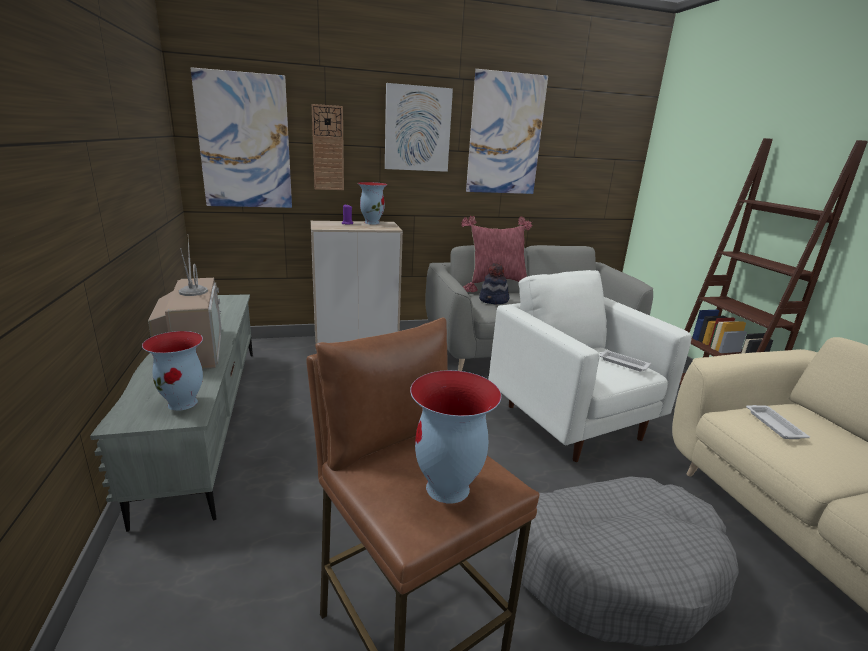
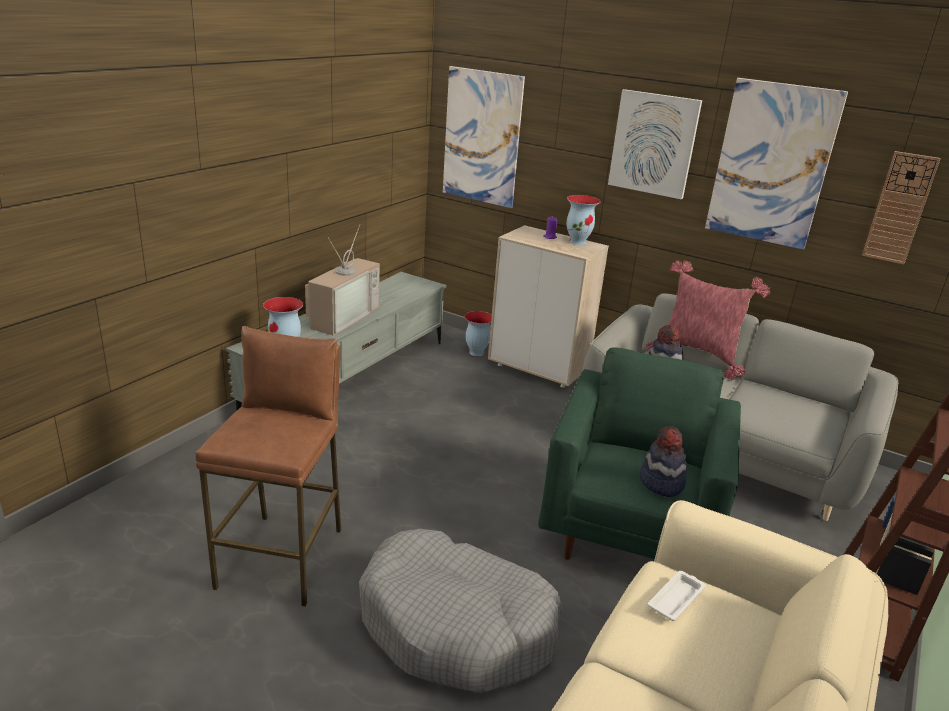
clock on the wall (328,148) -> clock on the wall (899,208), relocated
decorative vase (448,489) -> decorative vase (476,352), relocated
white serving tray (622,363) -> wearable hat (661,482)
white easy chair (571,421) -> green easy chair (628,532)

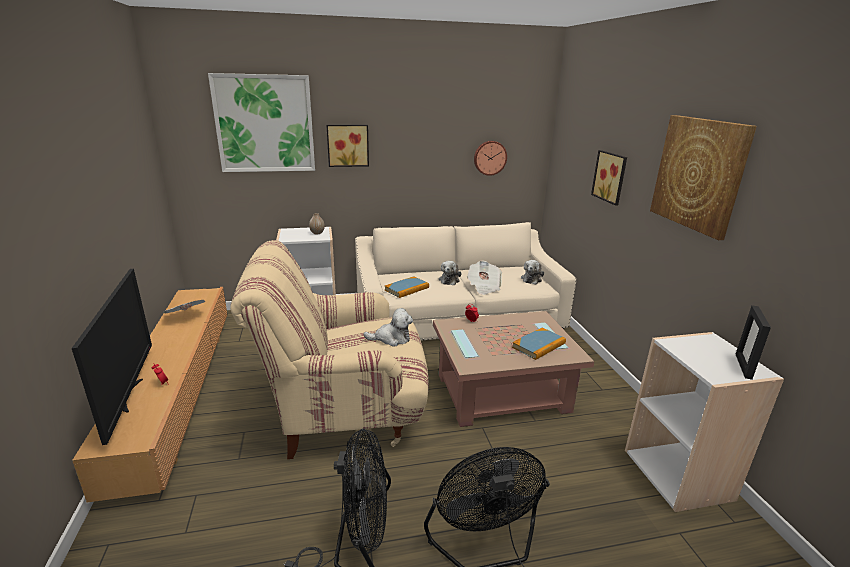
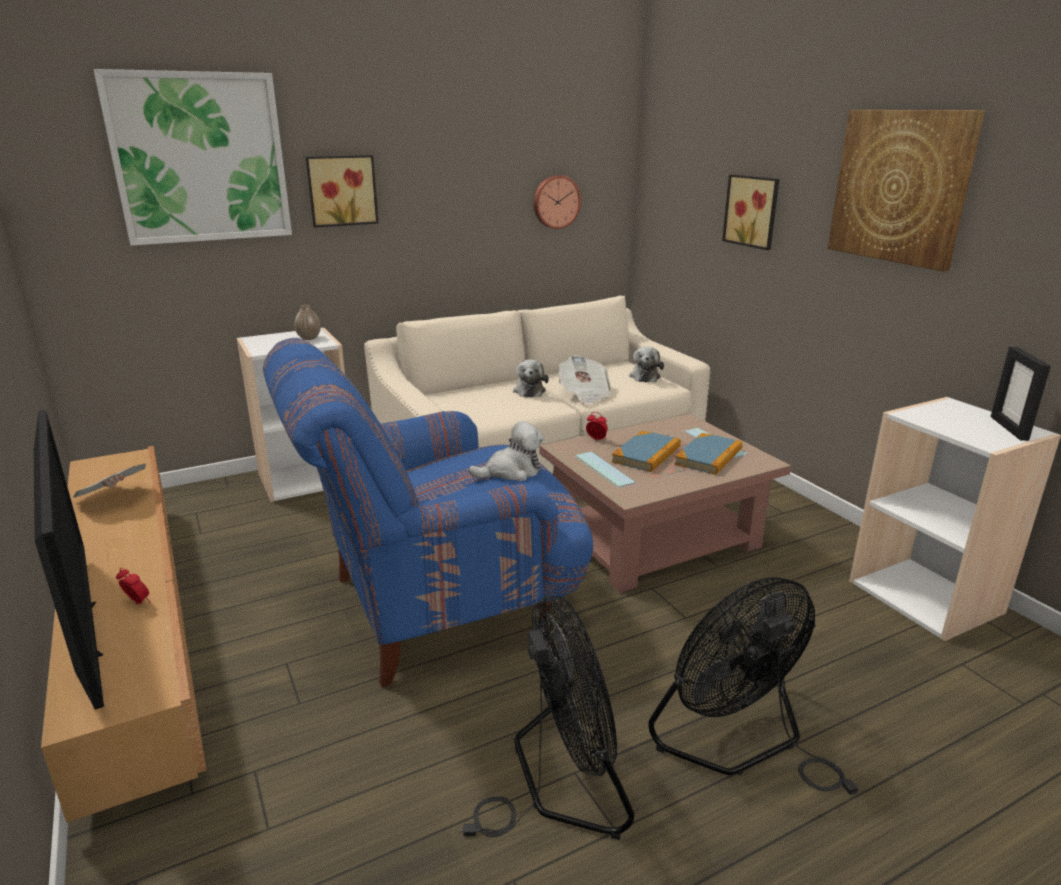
book (407,289) -> book (646,454), relocated
beige-coloured easy chair (343,413) -> blue easy chair (436,607)

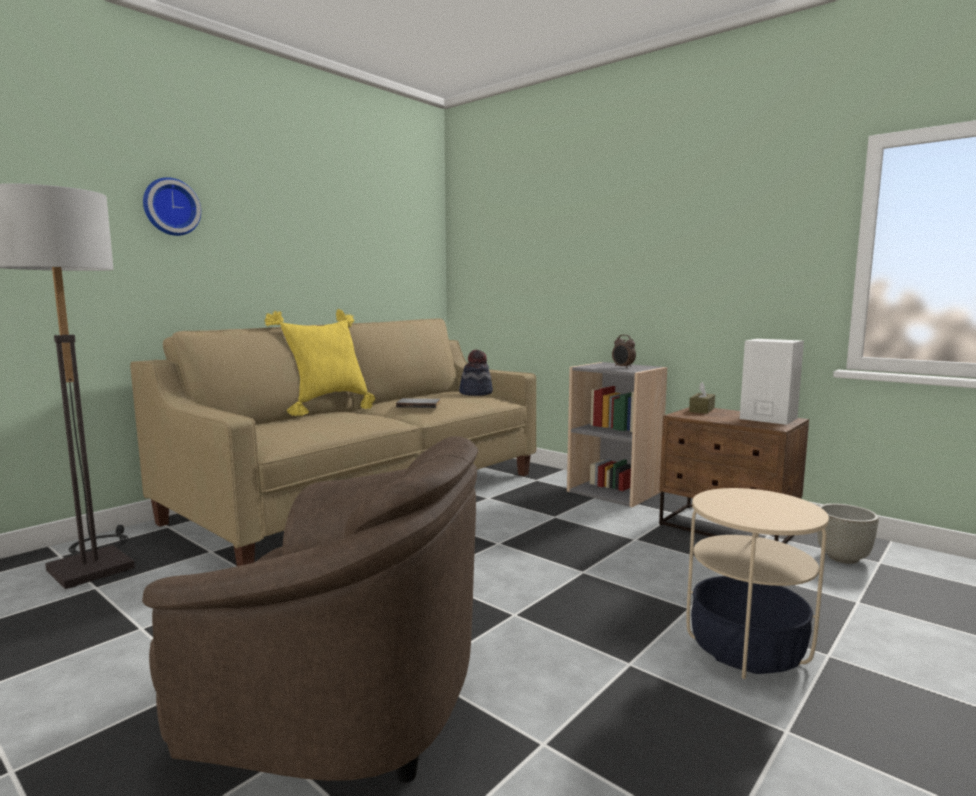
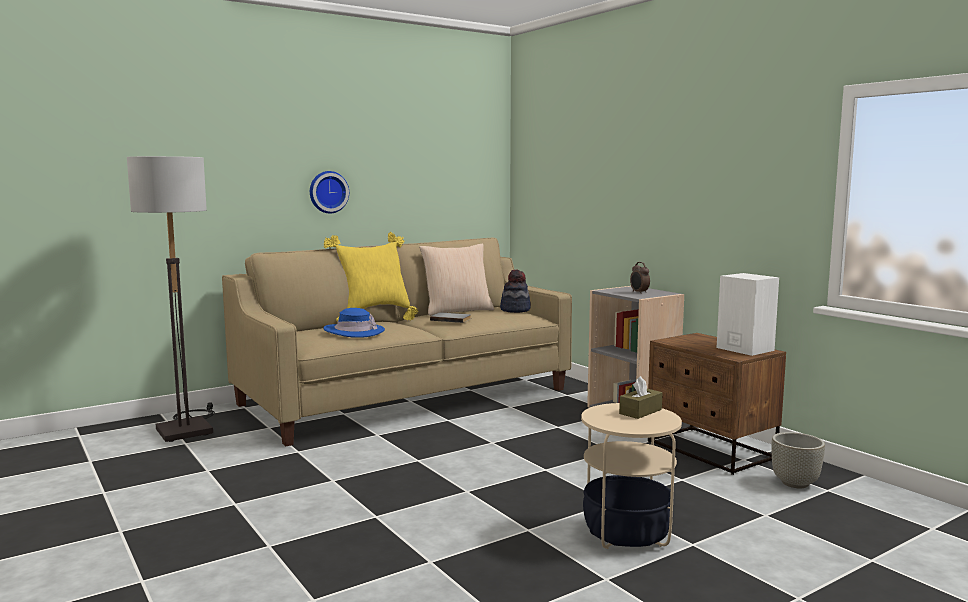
brown easy chair (339,707) -> none
none -> blue wearable hat (354,331)
none -> beige-coloured throw pillow (457,311)
clock on the wall (170,207) -> clock on the wall (328,192), relocated
brown box of tissues (701,410) -> brown box of tissues (640,411), relocated

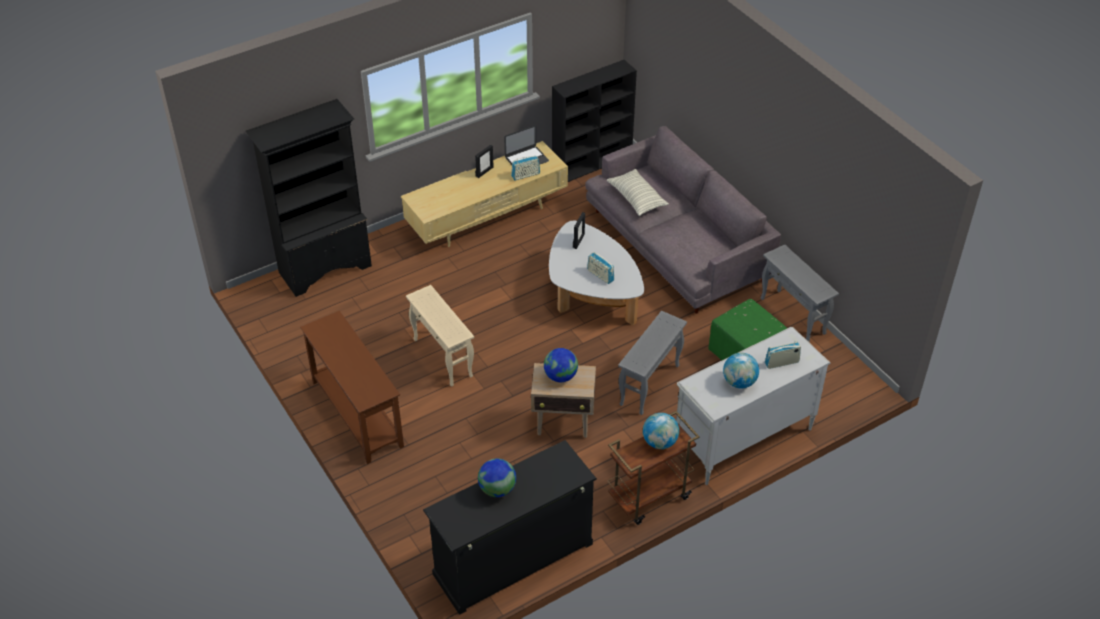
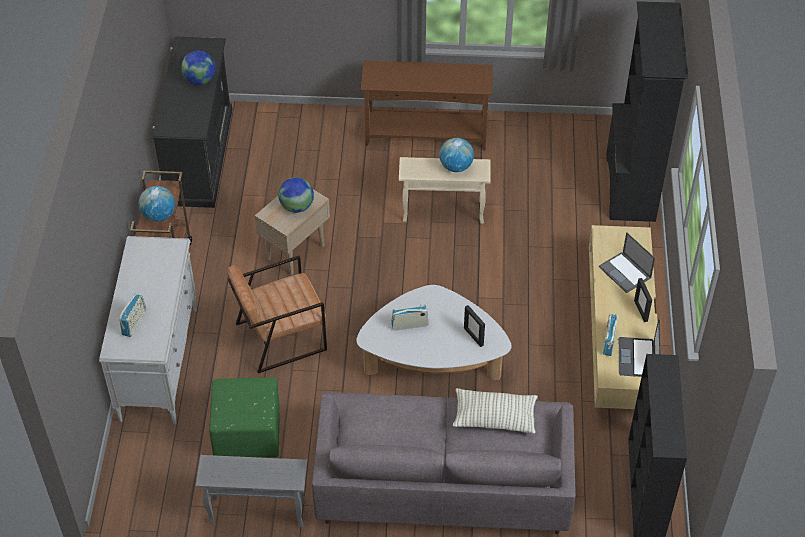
none -> laptop (625,272)
desk globe (739,382) -> desk globe (456,166), relocated
greyish side table (649,385) -> brown easy chair (280,336)

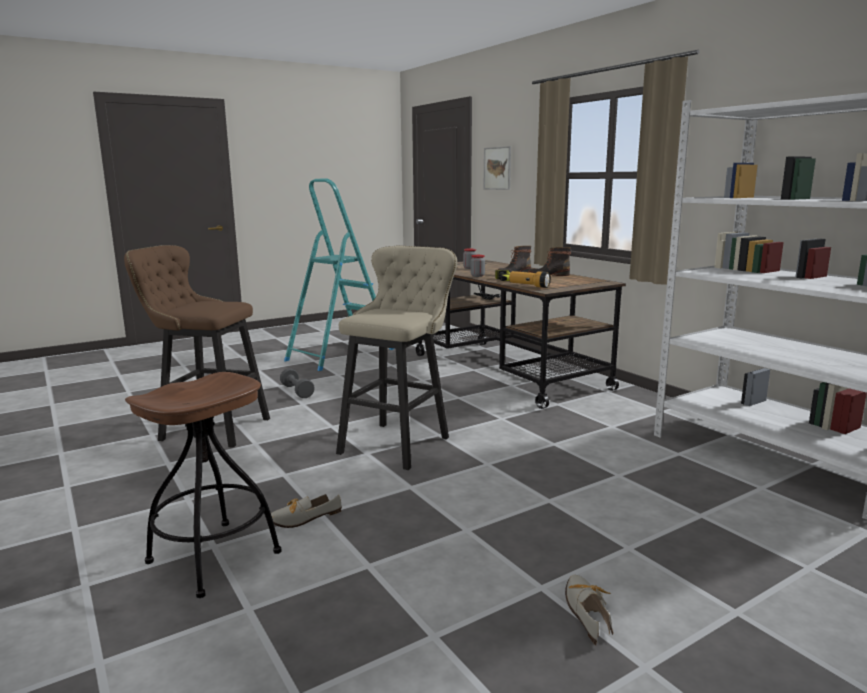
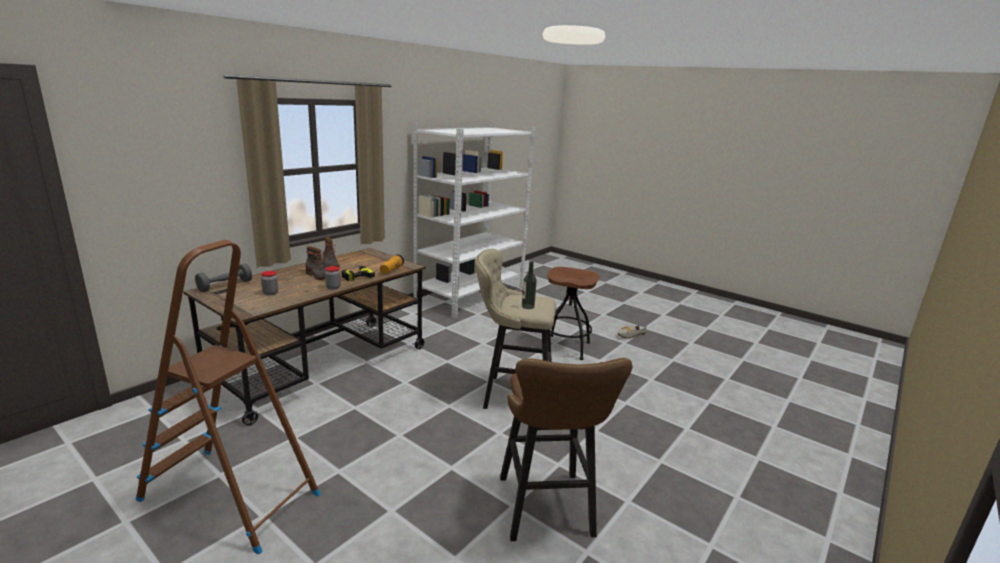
item of footwear (300,519) -> none
wall art (497,168) -> none
none -> bottle (528,306)
brown stool (213,557) -> brown stool (566,347), relocated
greyish free weight (297,391) -> greyish free weight (225,286), relocated
blue-green step stool (341,354) -> brown step stool (228,496)

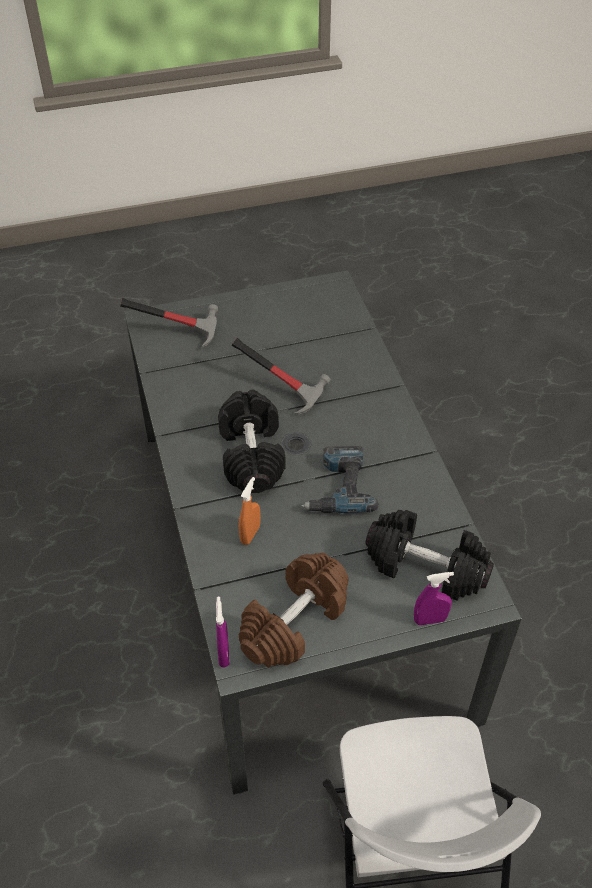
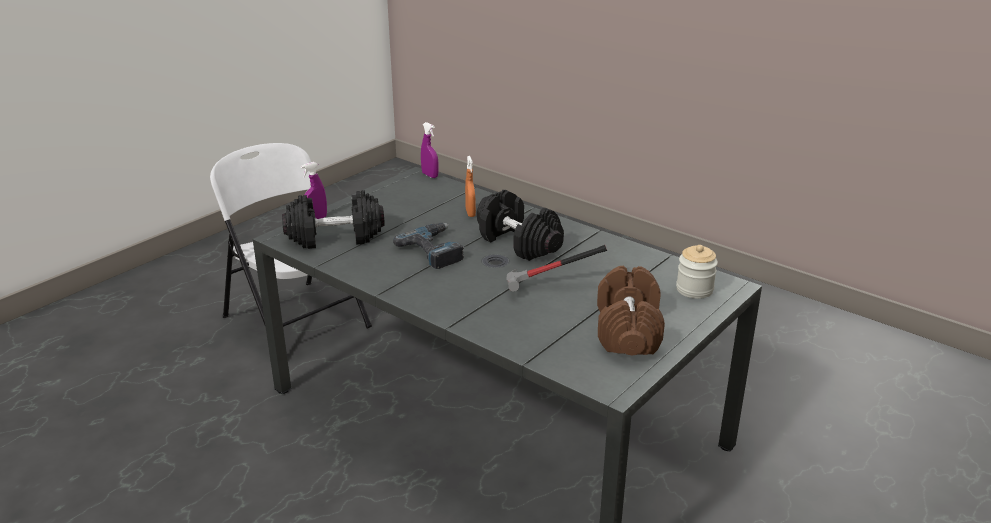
brown free weight (295,623) -> brown free weight (627,330), relocated
hand hammer (178,329) -> jar (694,289)

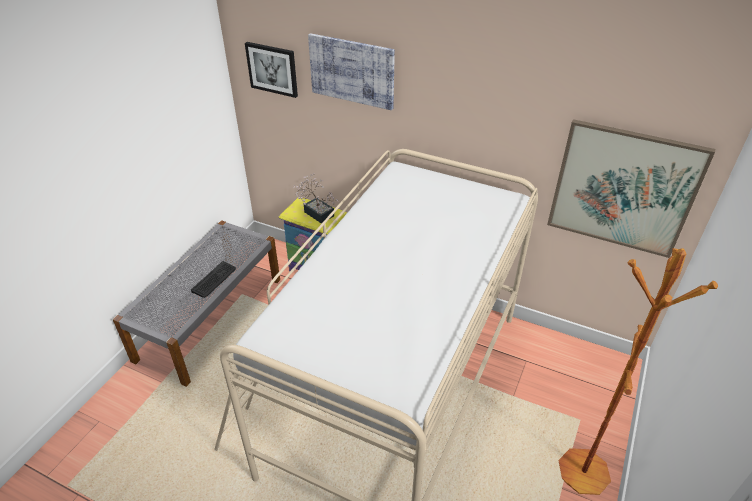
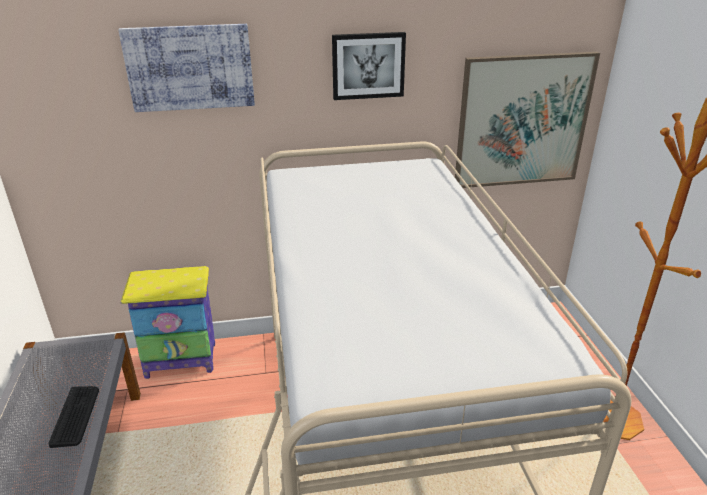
plant in a pot (317,212) -> none
wall art (272,69) -> wall art (368,65), relocated

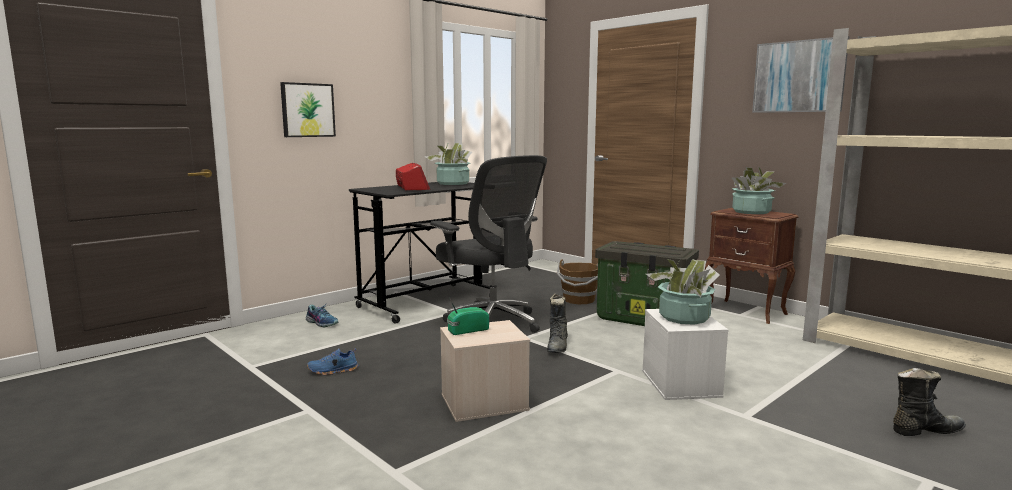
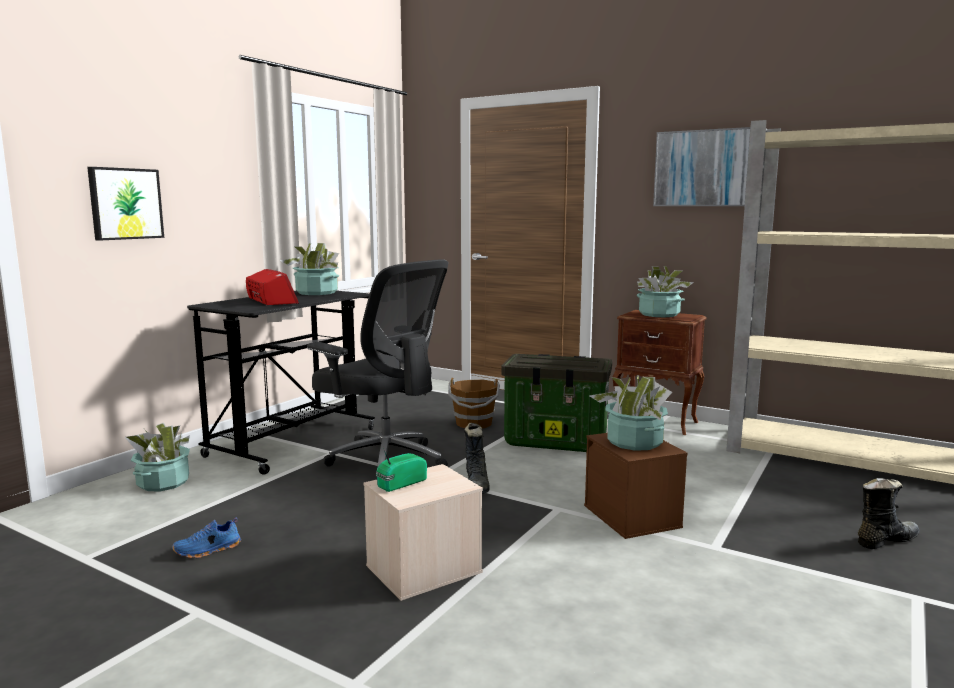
item of footwear (322,323) -> plant in a pot (163,483)
white storage box (682,384) -> brown storage box (633,516)

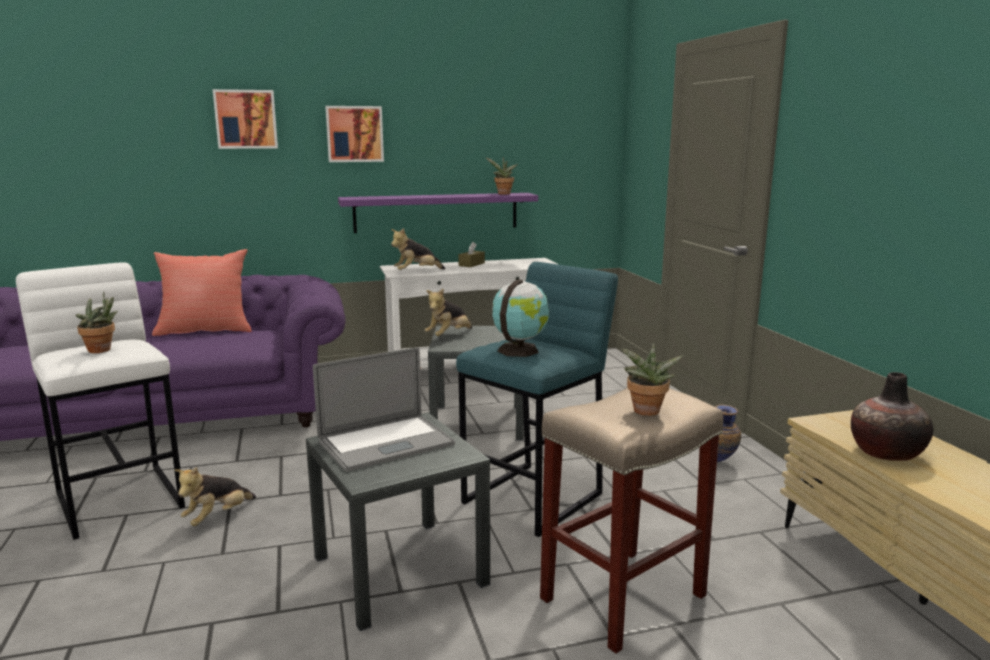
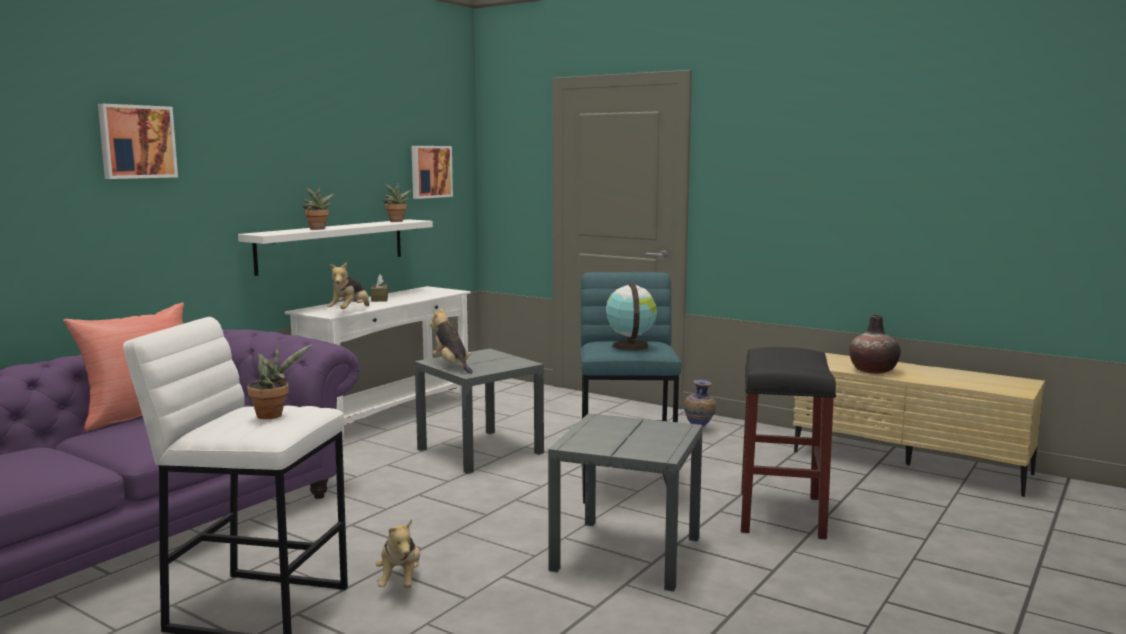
laptop (386,443) -> none
wall art (354,134) -> wall art (430,171), relocated
plant in a pot (646,412) -> plant in a pot (317,229), relocated
purple-coloured bracket shelf (436,212) -> white bracket shelf (332,245)
beige-coloured stool (622,598) -> blackish stool (782,515)
plush toy (449,336) -> plush toy (452,366), 150 degrees clockwise

